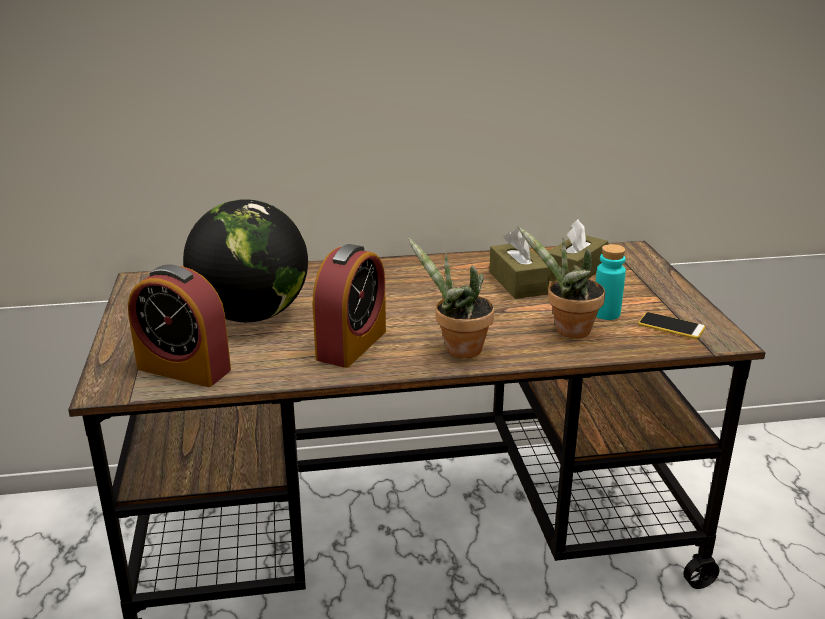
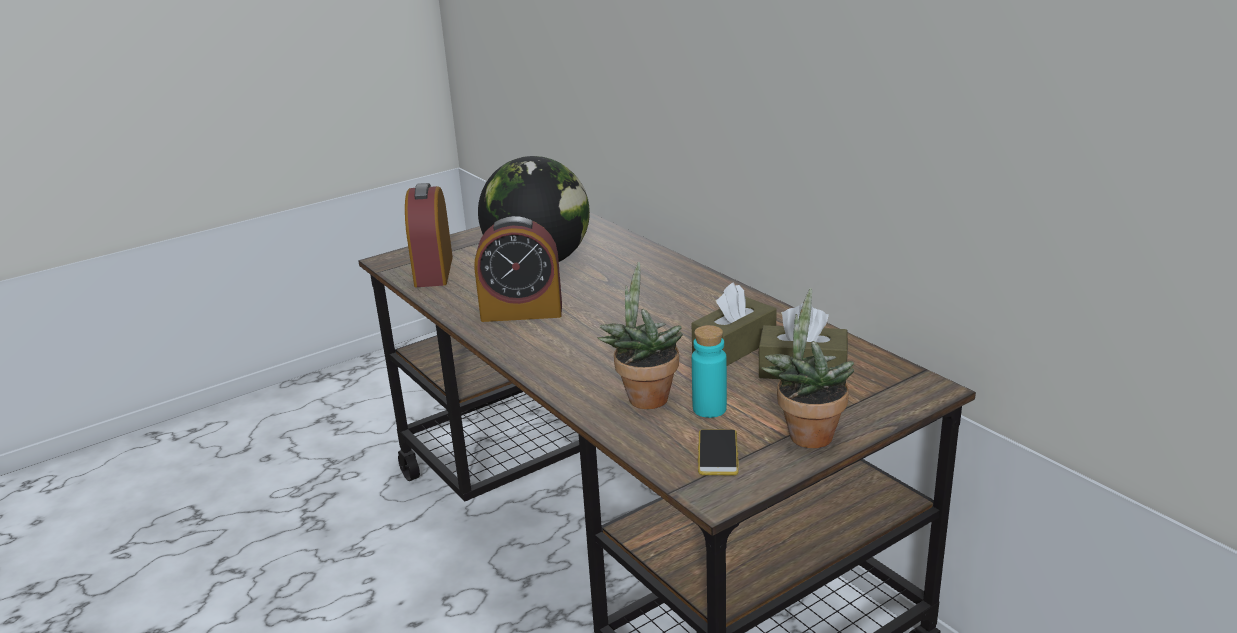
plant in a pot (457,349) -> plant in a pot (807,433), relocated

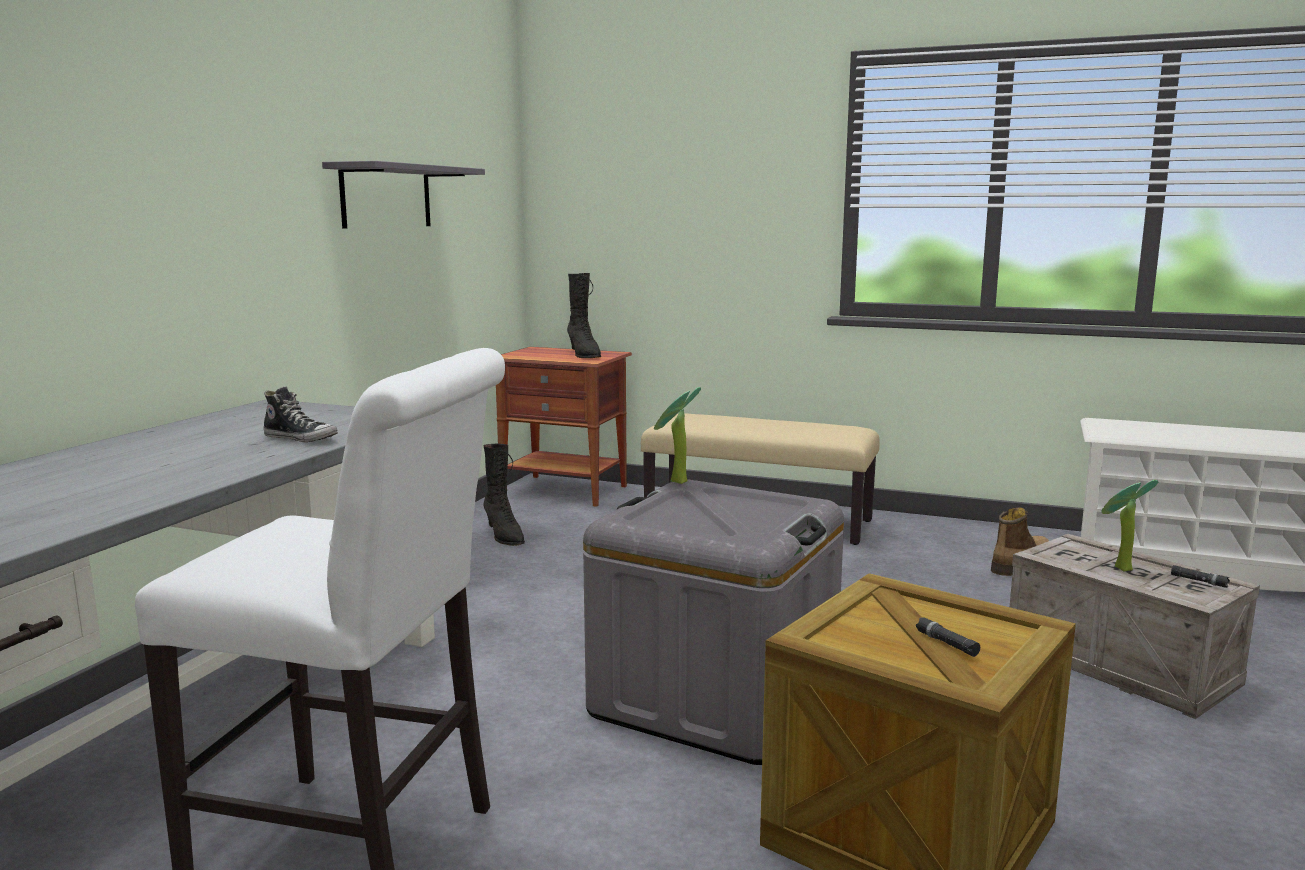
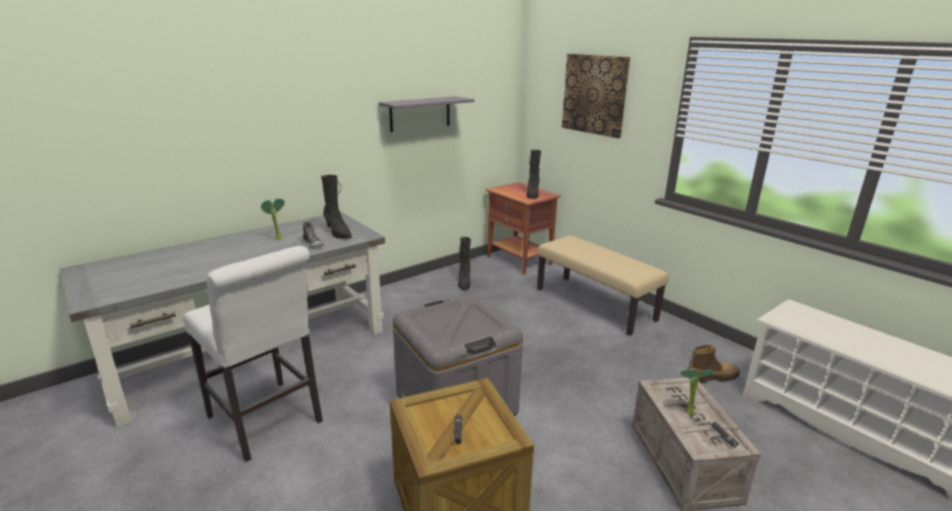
none -> blackish high-top boot (338,233)
none -> wall art (594,94)
plant in a pot (675,482) -> plant in a pot (277,238), relocated

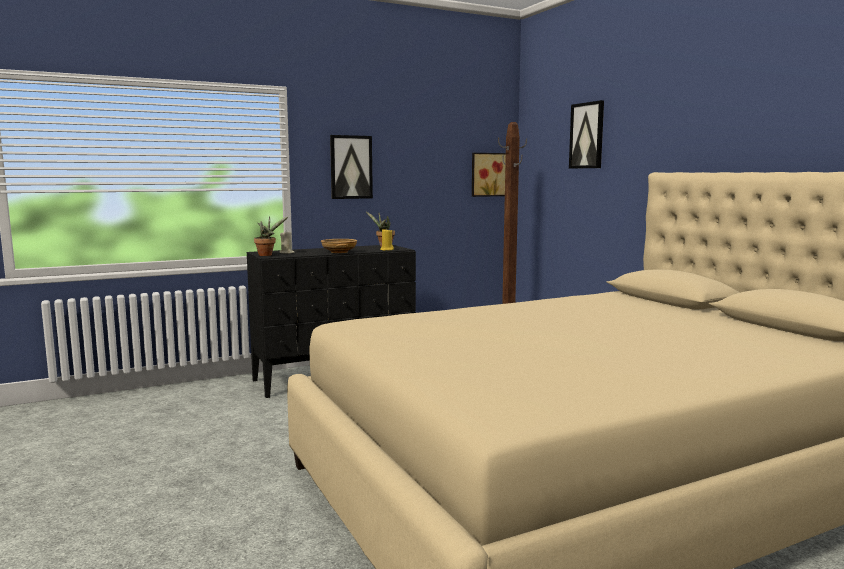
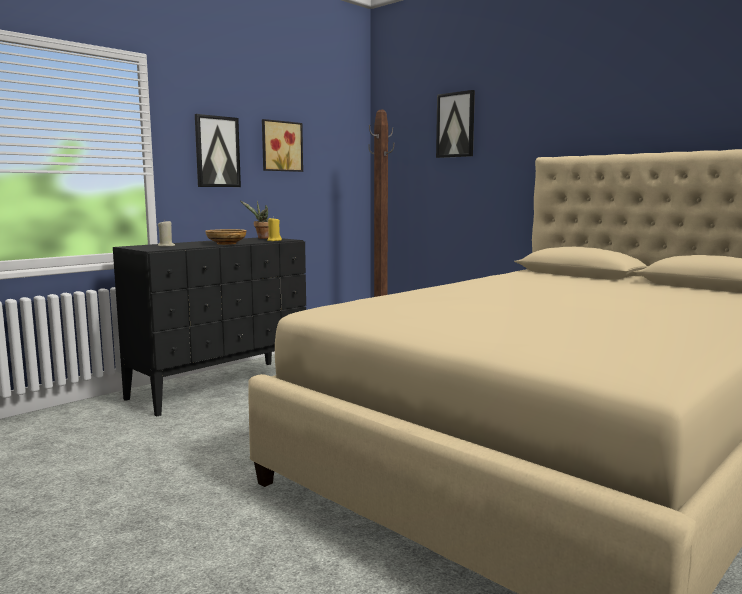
plant in a pot (267,255) -> none
wall art (489,174) -> wall art (280,146), relocated

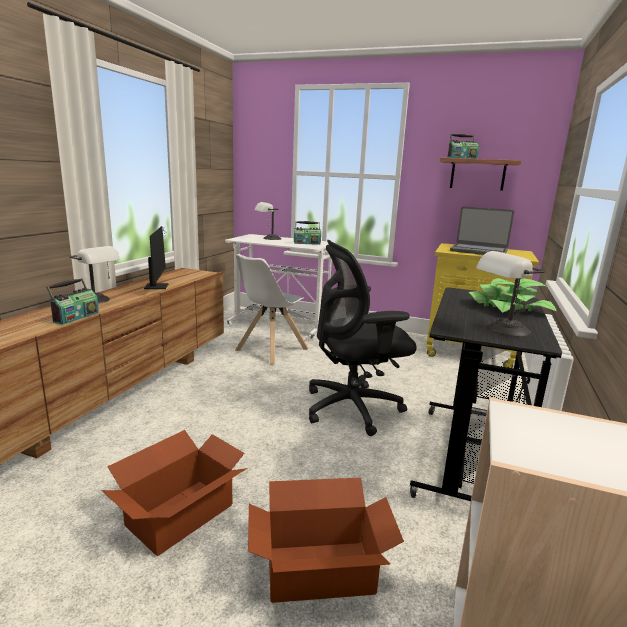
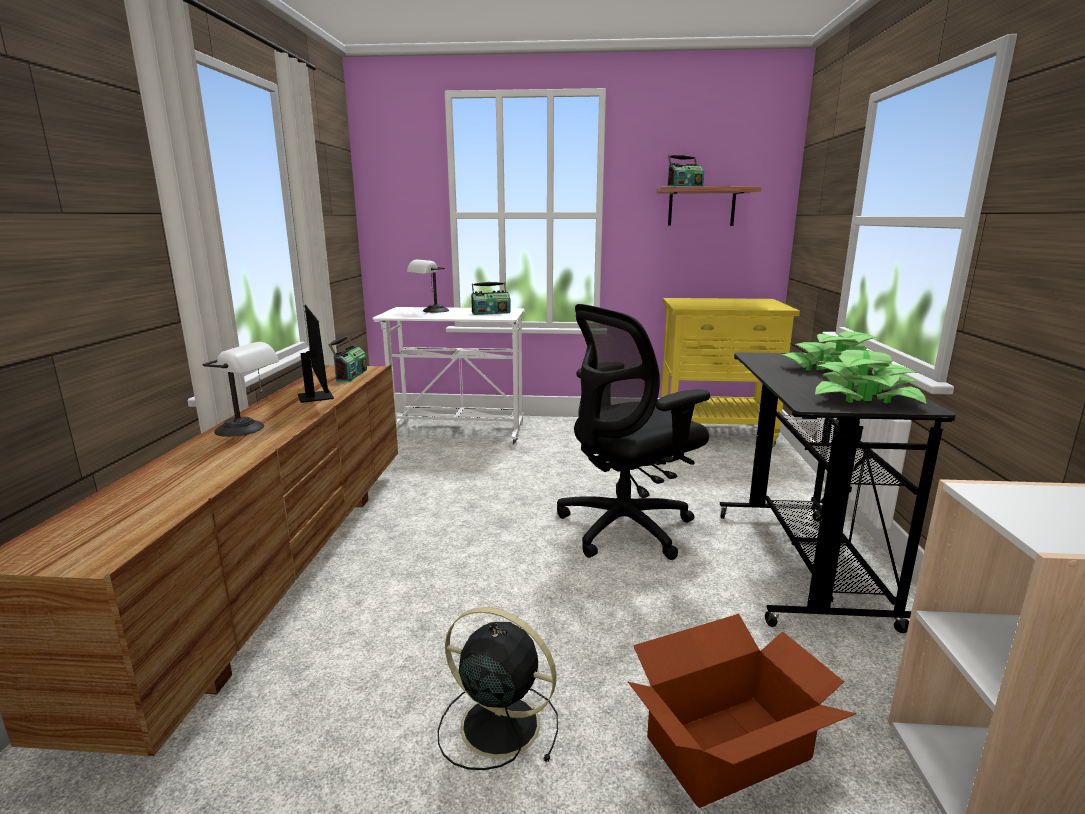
upright chair (270,350) -> none
laptop (478,251) -> none
radio (75,317) -> radio (350,375), relocated
carton (179,515) -> blackish cooling fan (496,724)
table lamp (502,330) -> plant in a pot (865,397)

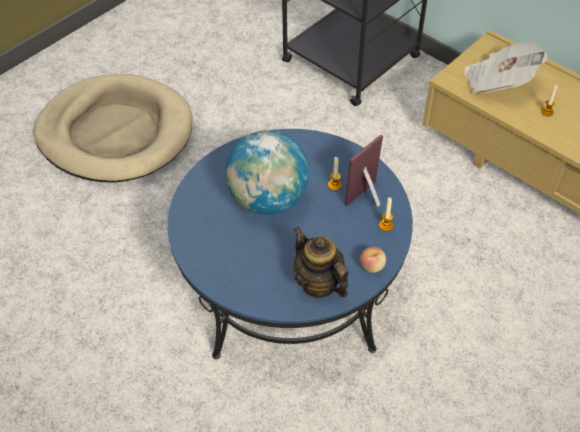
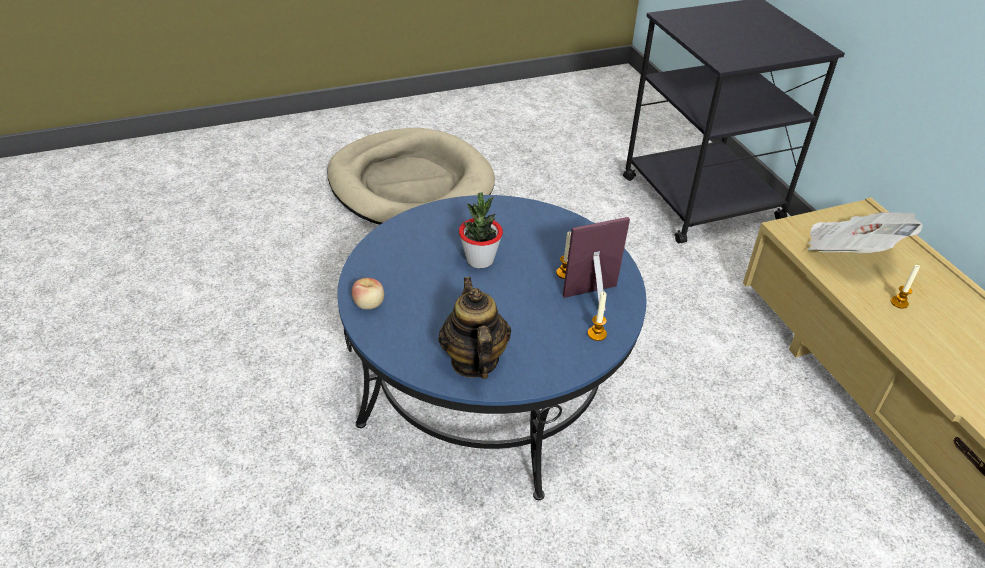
apple (372,266) -> apple (369,304), relocated
desk globe (268,200) -> plant in a pot (480,260)

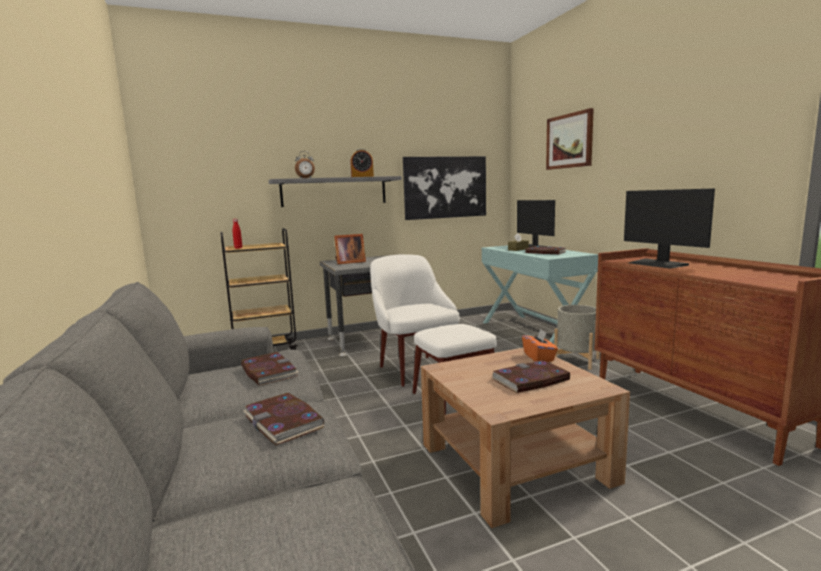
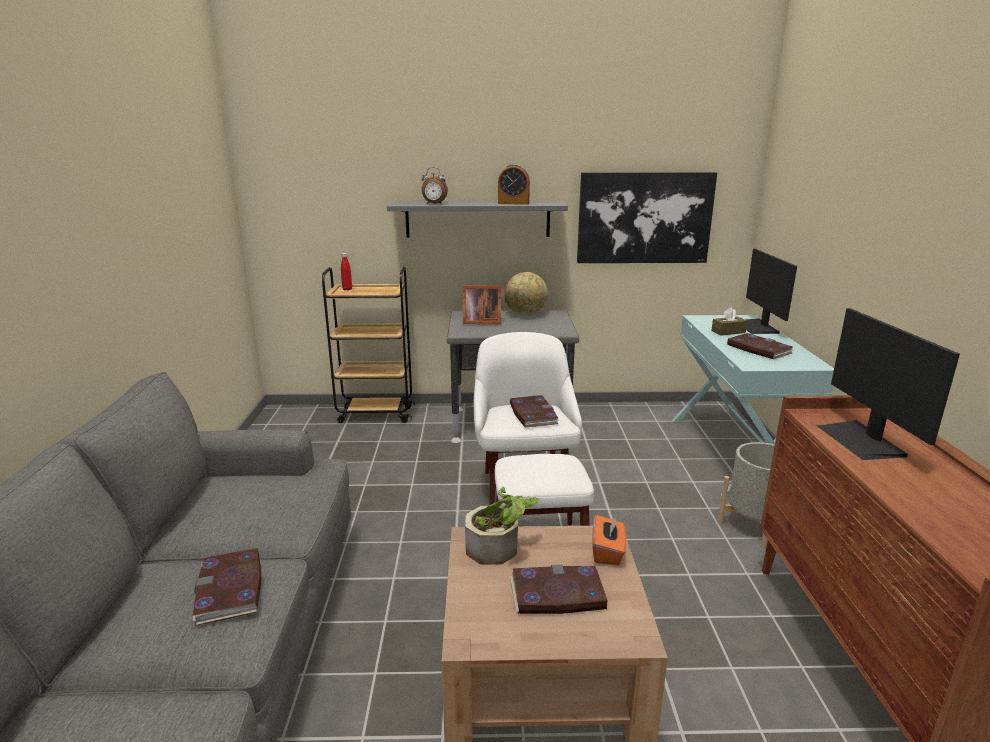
wall art (569,141) -> none
none -> plant in a pot (499,547)
none -> desk globe (525,314)
book (268,371) -> book (532,414), relocated

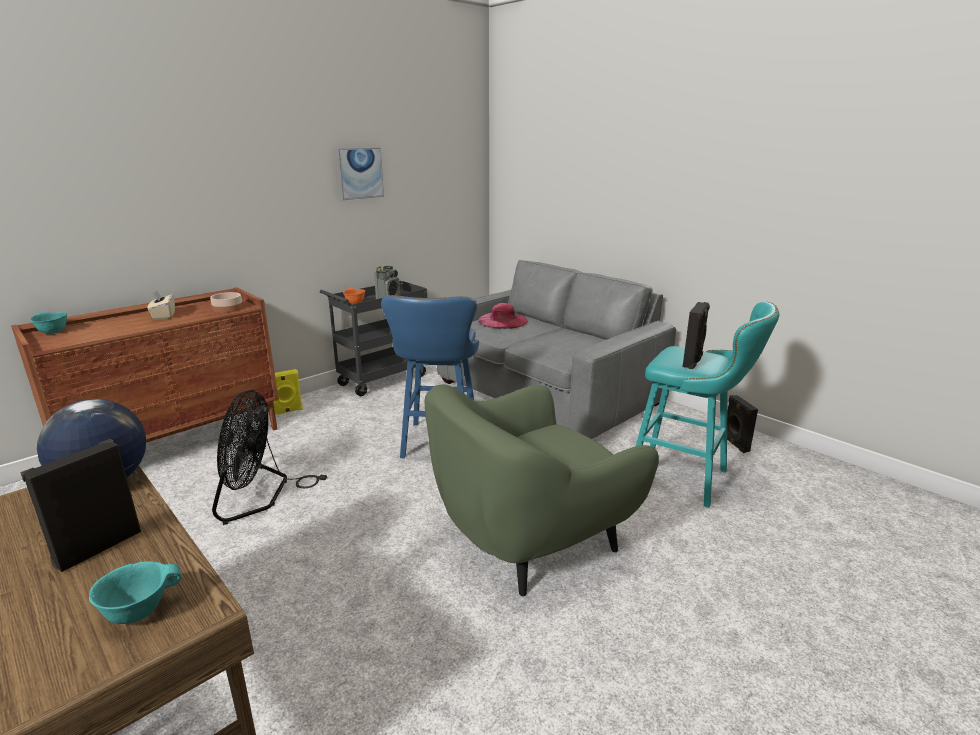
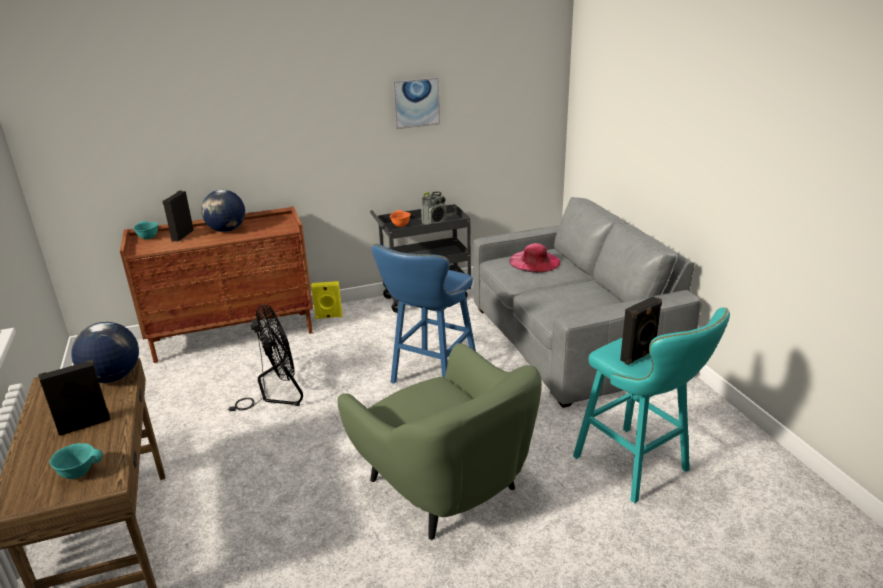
bowl (227,309) -> none
blackish audio speaker (734,444) -> blackish audio speaker (181,235), relocated
beige-coloured box of tissues (164,315) -> desk globe (227,230)
blackish cooling fan (265,491) -> blackish cooling fan (274,389), 135 degrees clockwise
green easy chair (530,540) -> green easy chair (445,487), 120 degrees counterclockwise

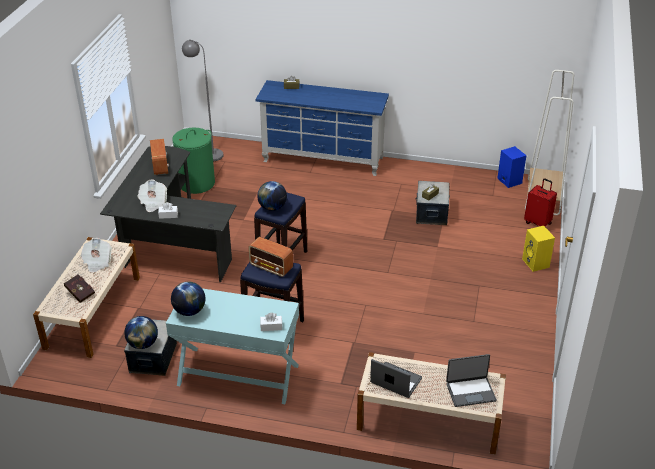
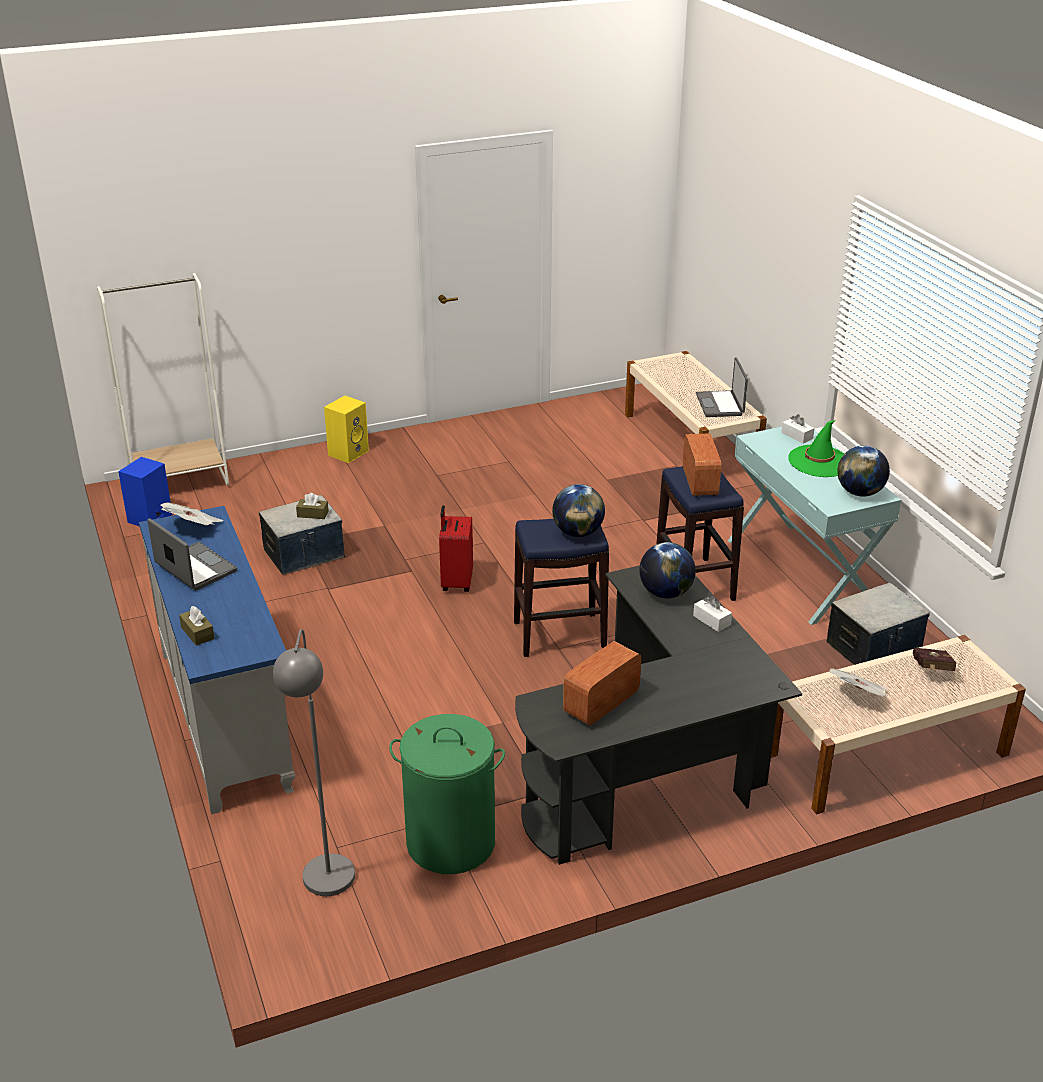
none -> green wearable hat (819,461)
desk globe (143,344) -> desk globe (665,593), relocated
newspaper (153,203) -> newspaper (194,527), relocated
laptop (470,391) -> laptop (194,568), relocated
red-coloured piece of luggage (538,223) -> red-coloured piece of luggage (456,582), relocated

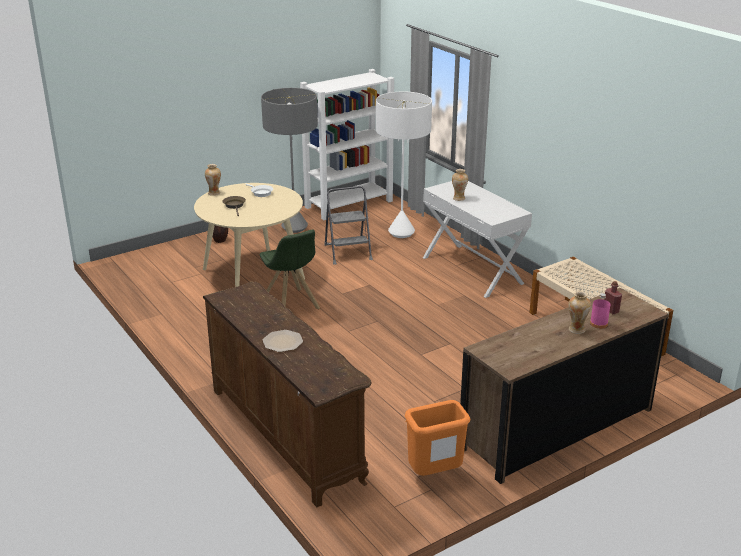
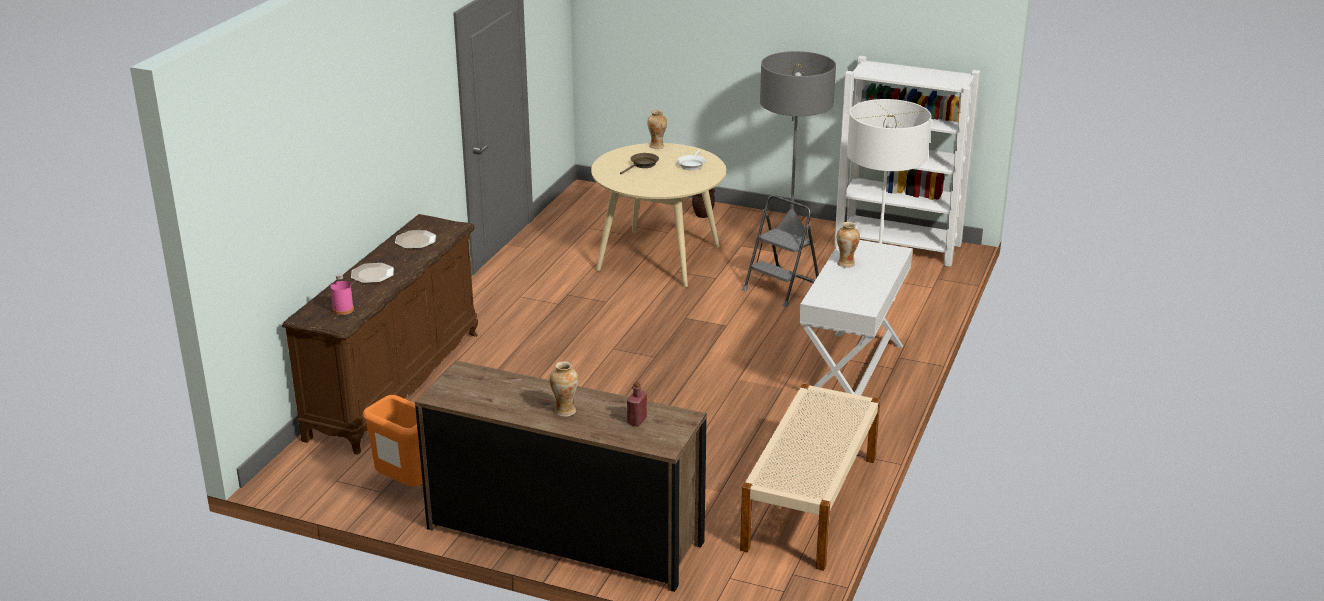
green upright chair (290,304) -> none
none -> dinner plate (415,241)
pinkish bottle (598,324) -> pinkish bottle (343,310), relocated

